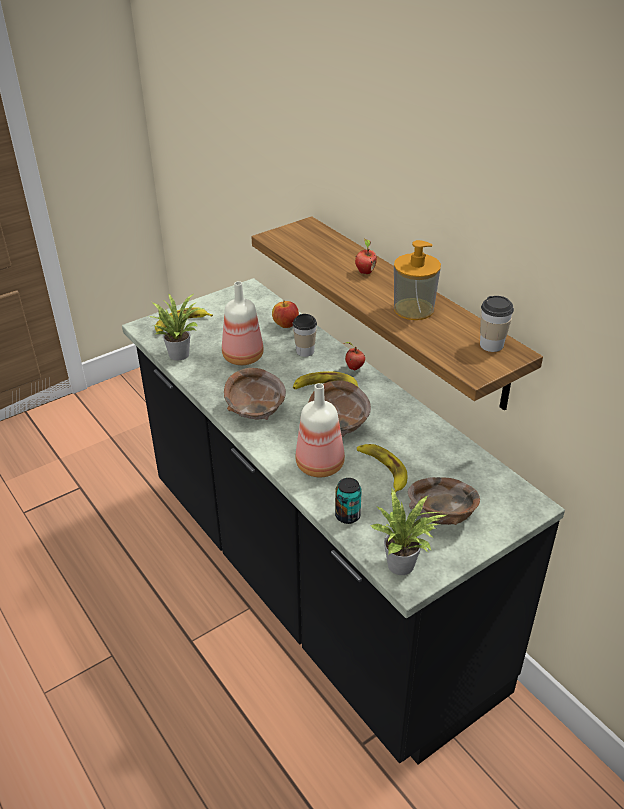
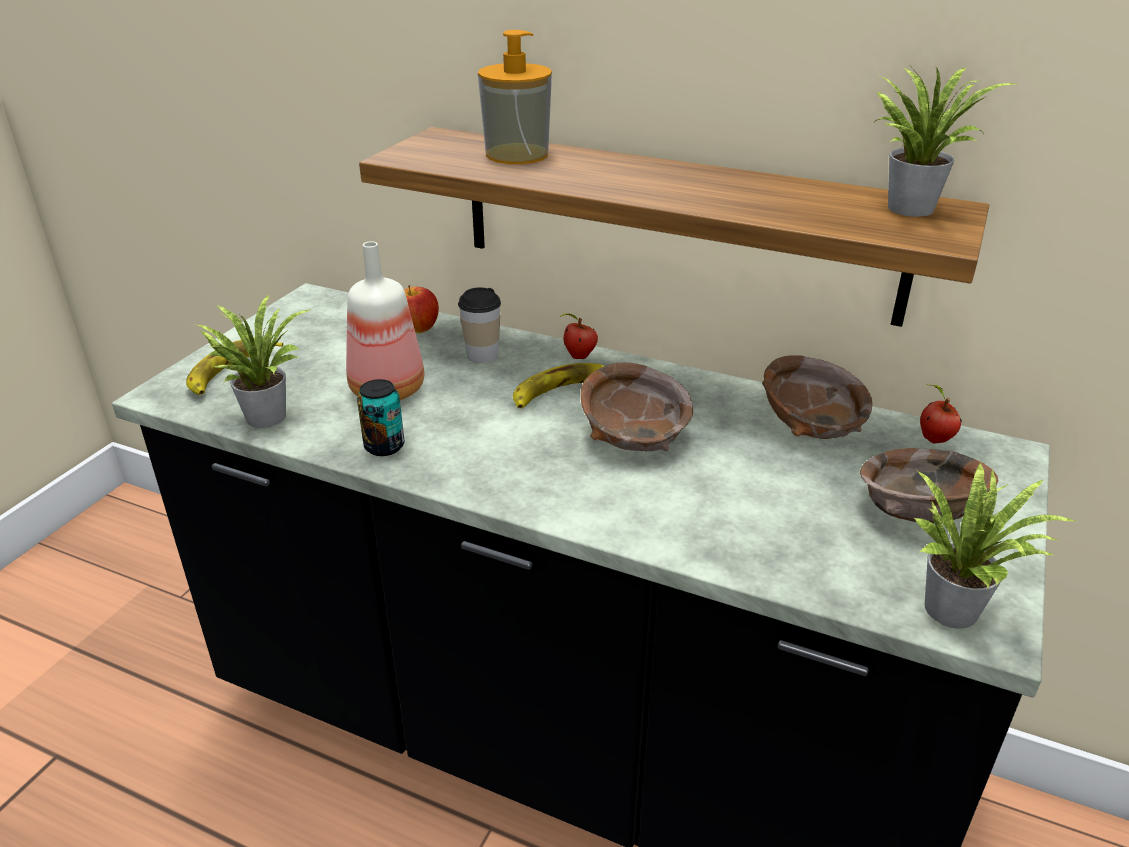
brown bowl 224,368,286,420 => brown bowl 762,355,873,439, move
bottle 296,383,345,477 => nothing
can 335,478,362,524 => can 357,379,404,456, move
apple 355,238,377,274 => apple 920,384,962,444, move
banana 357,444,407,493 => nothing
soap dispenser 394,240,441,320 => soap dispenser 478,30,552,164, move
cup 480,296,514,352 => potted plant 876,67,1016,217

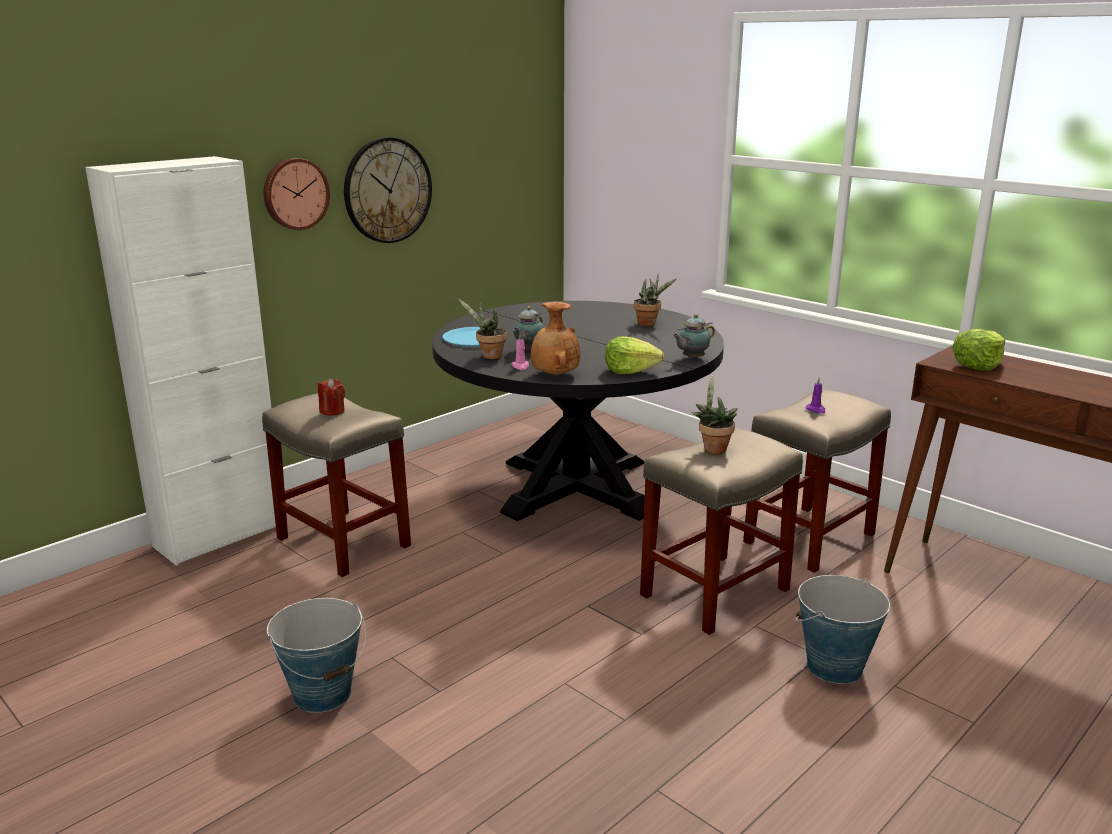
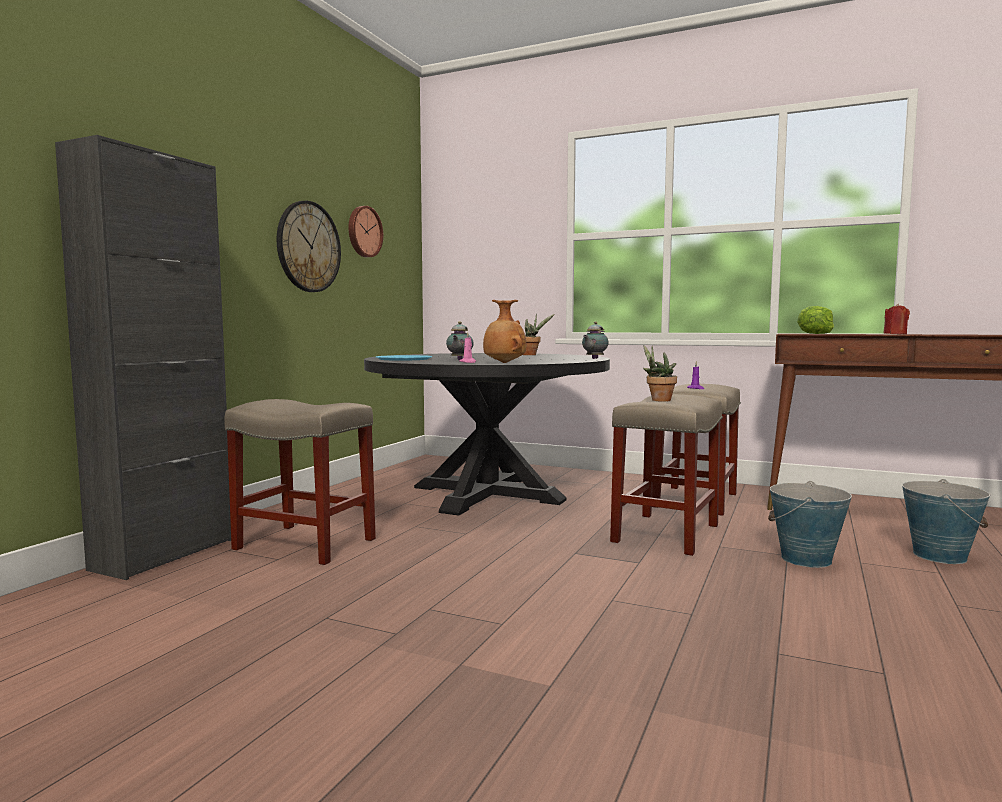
white cabinet 85,156,276,566 => black cabinet 55,135,231,580
wall clock 263,158,330,230 => wall clock 348,206,383,257, move
bucket 267,598,366,713 => bucket 902,479,990,564, move
red candle 318,378,345,416 => red candle 883,304,910,334, move
potted plant 458,299,507,359 => nothing
lettuce 605,336,664,374 => nothing

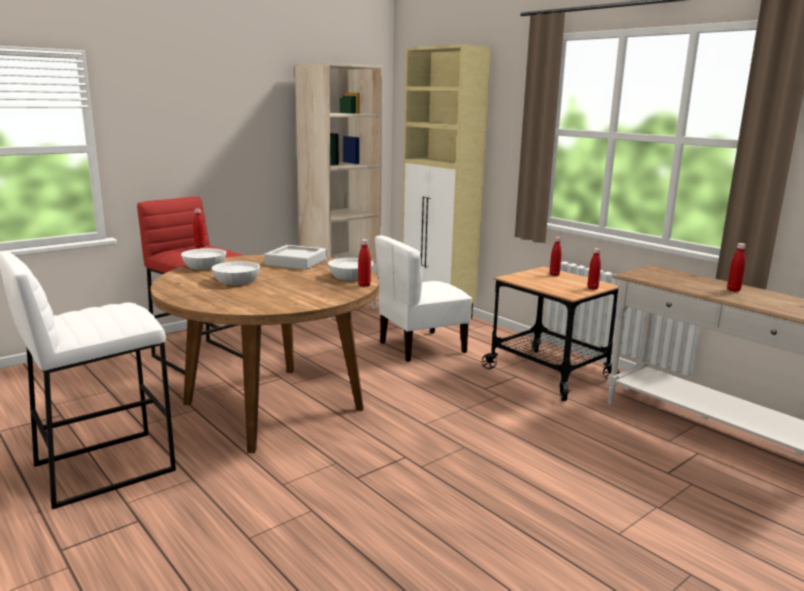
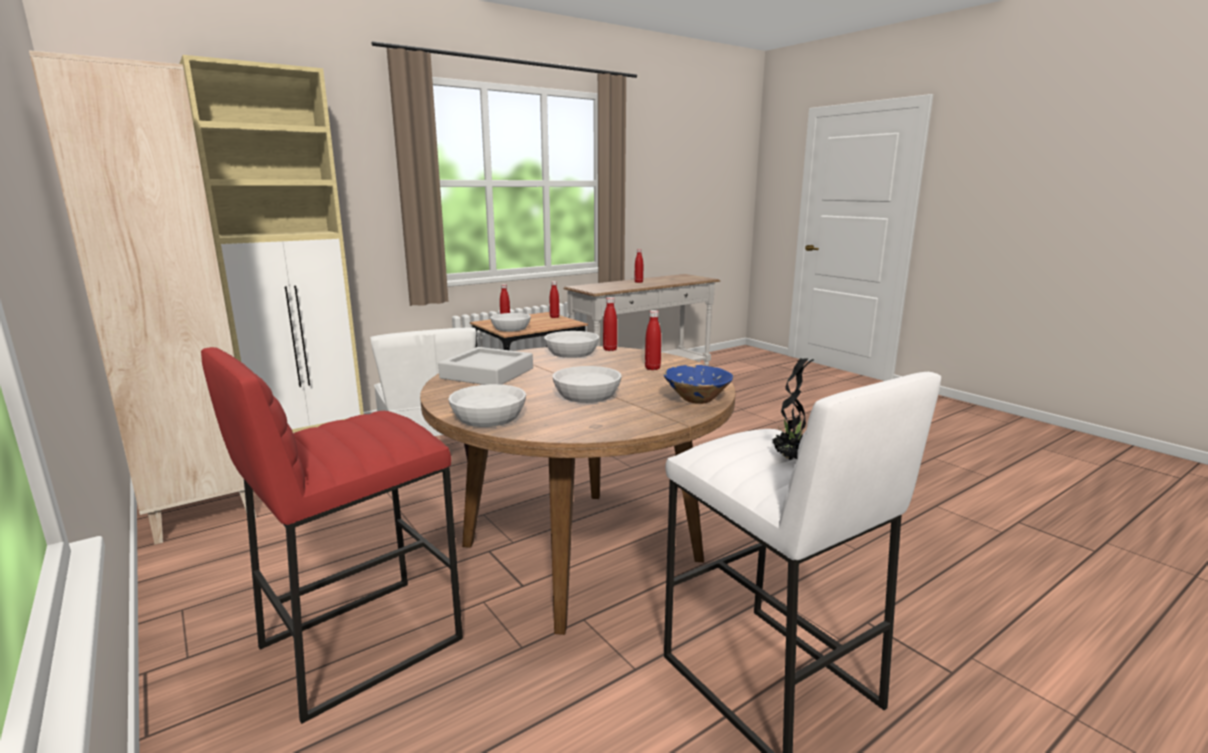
red bottle 193,209,205,248 => red bottle 645,310,661,370, move
nothing => white bowl 490,313,531,332
nothing => blue bowl 663,365,733,404
nothing => potted plant 772,358,814,460

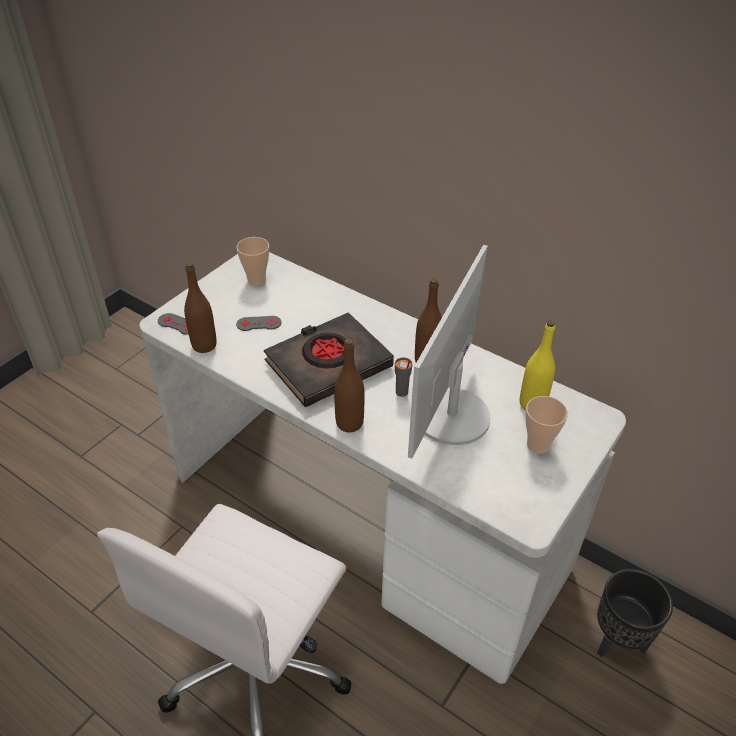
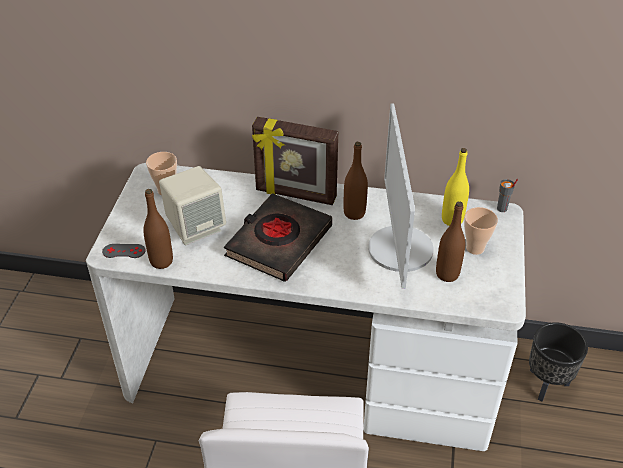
grey game controller 236,316,282,331 => beige speaker 159,166,226,245
brown bottle 334,339,365,432 => brown bottle 436,202,465,282, move
grey cup 395,357,412,397 => grey cup 497,178,518,212, move
nothing => picture frame 252,117,338,205

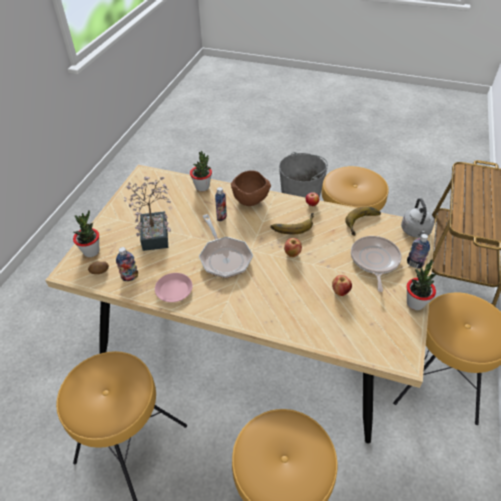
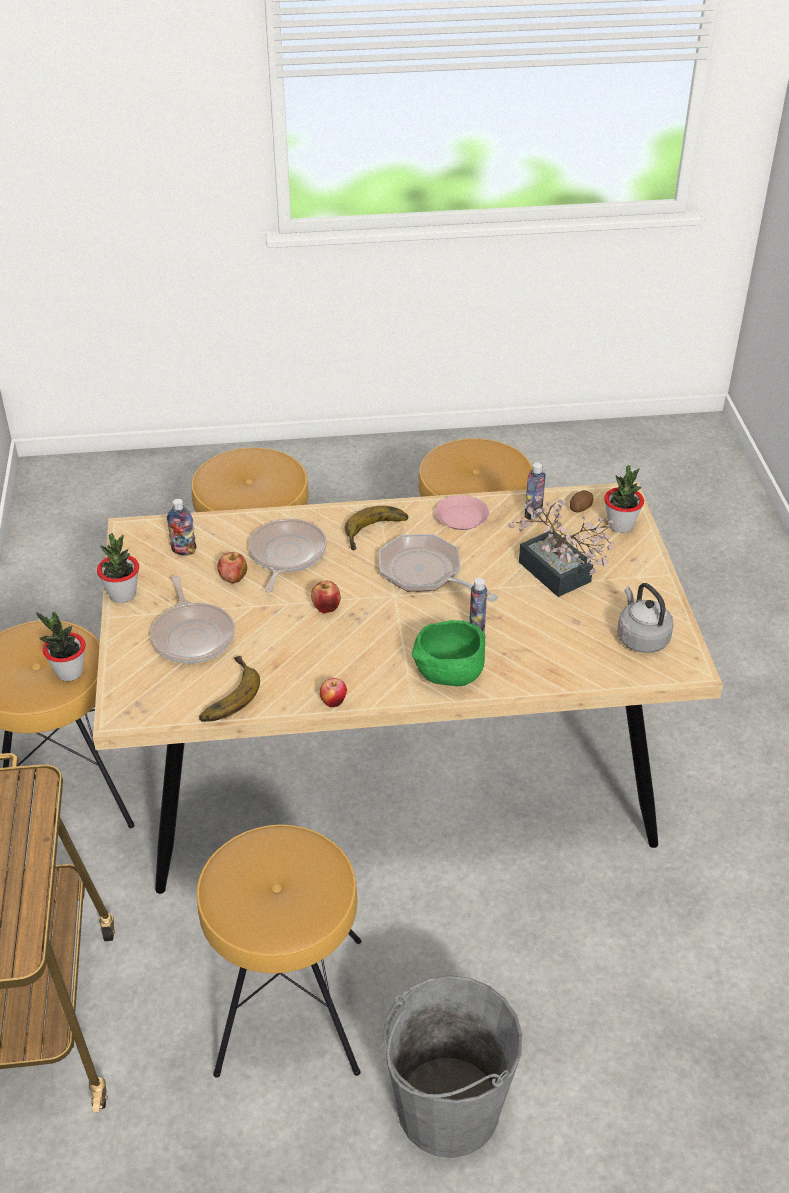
potted plant 190,151,212,191 => potted plant 36,612,86,681, move
brown bowl 231,170,271,206 => green bowl 412,620,486,686
banana 270,213,314,235 => banana 345,506,408,550, move
grey kettle 401,198,435,238 => grey kettle 617,583,674,653, move
bottle 407,234,430,269 => bottle 167,499,196,555, move
nothing => frying pan 249,519,327,593

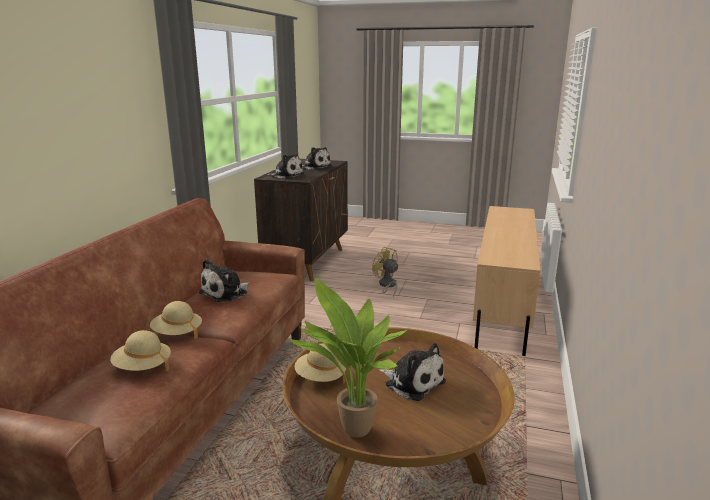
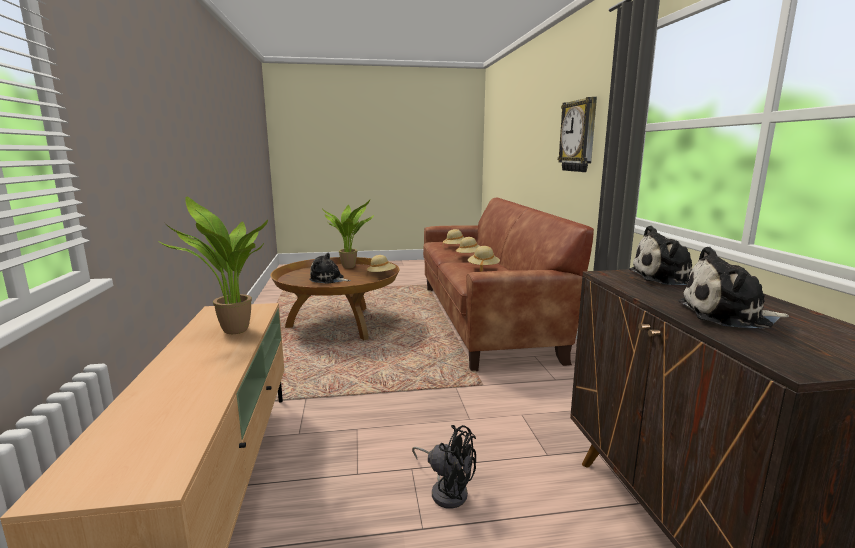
plush toy 199,259,250,302 => beige hat 468,246,500,272
yellow fan 372,247,399,297 => black fan 412,425,476,509
nothing => potted plant 157,196,268,334
nothing => wall clock 558,97,597,172

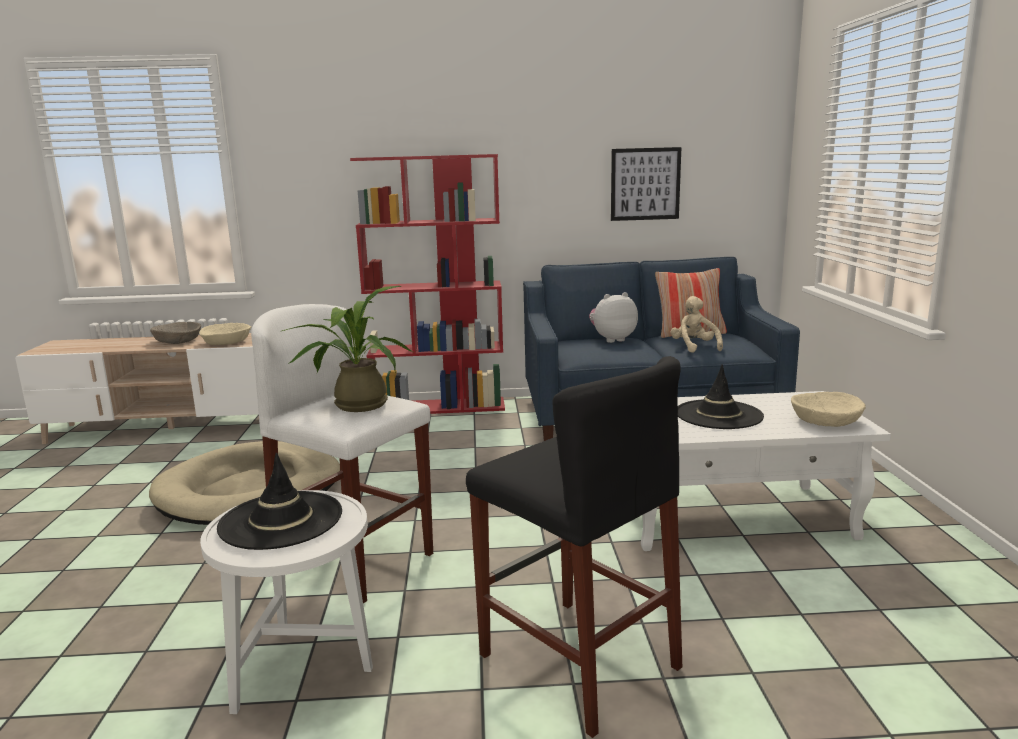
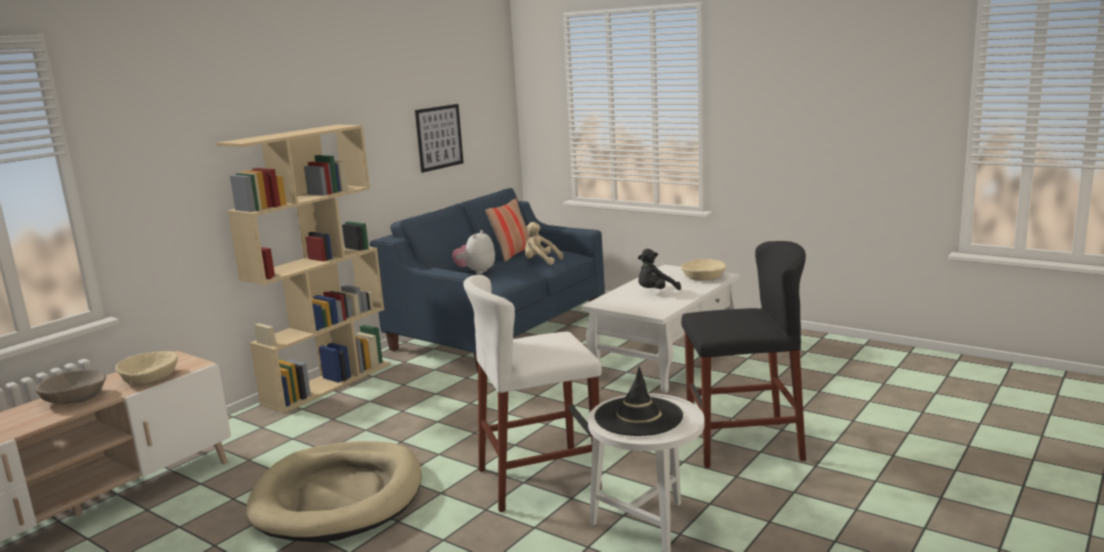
potted plant 280,286,413,412 => nothing
red bookcase 350,154,505,414 => beige bookcase 216,125,391,413
black hat 678,365,764,429 => black plush toy 638,249,681,290

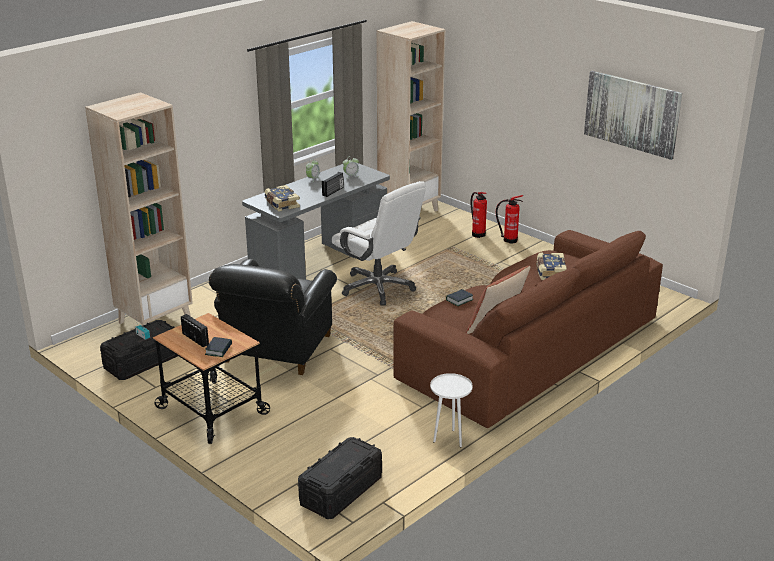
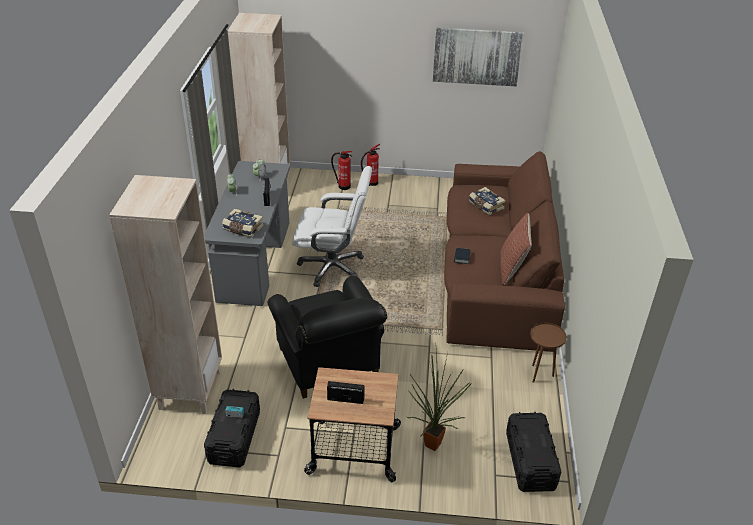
book 205,337,232,357 => nothing
white side table 430,373,473,447 => brown side table 530,323,567,383
nothing => potted plant 407,349,471,451

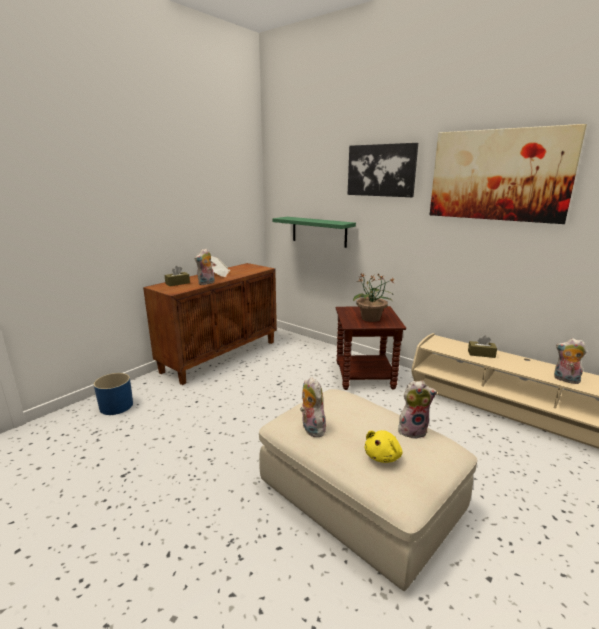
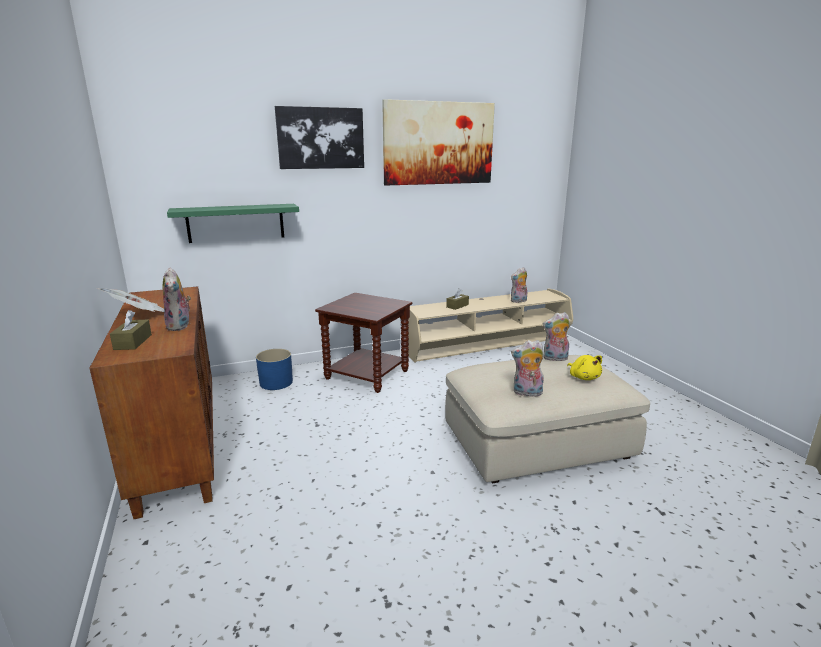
blue planter 94,373,133,415 => blue planter 256,349,293,390, move
potted plant 353,273,395,322 => nothing
plush toy 398,381,437,439 => plush toy 543,312,570,361, 120 degrees counterclockwise

